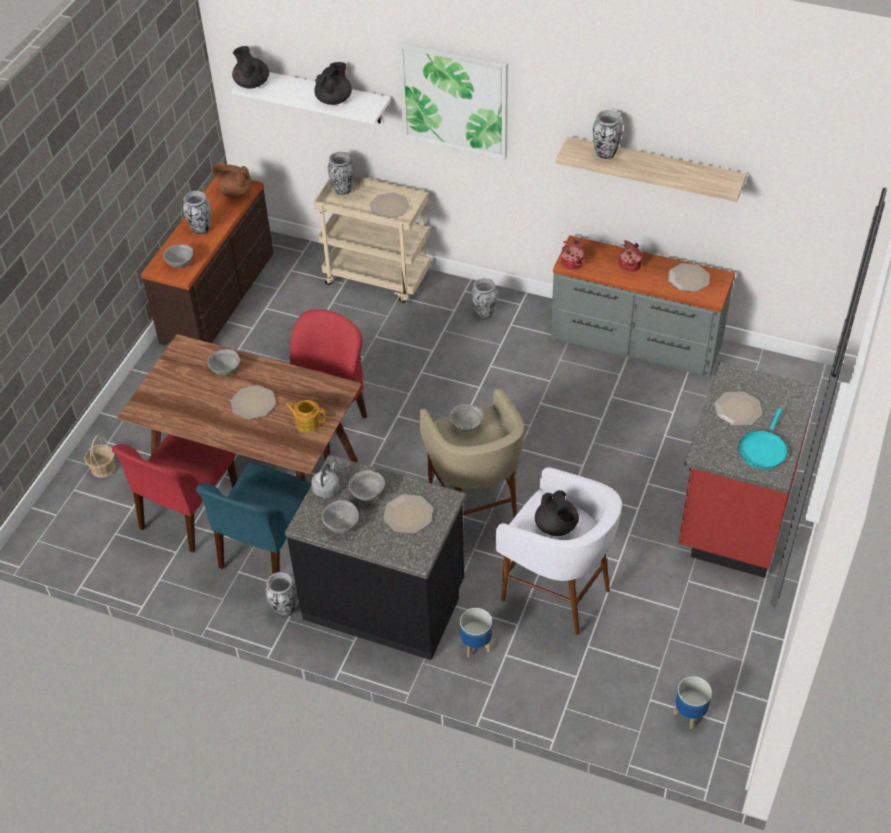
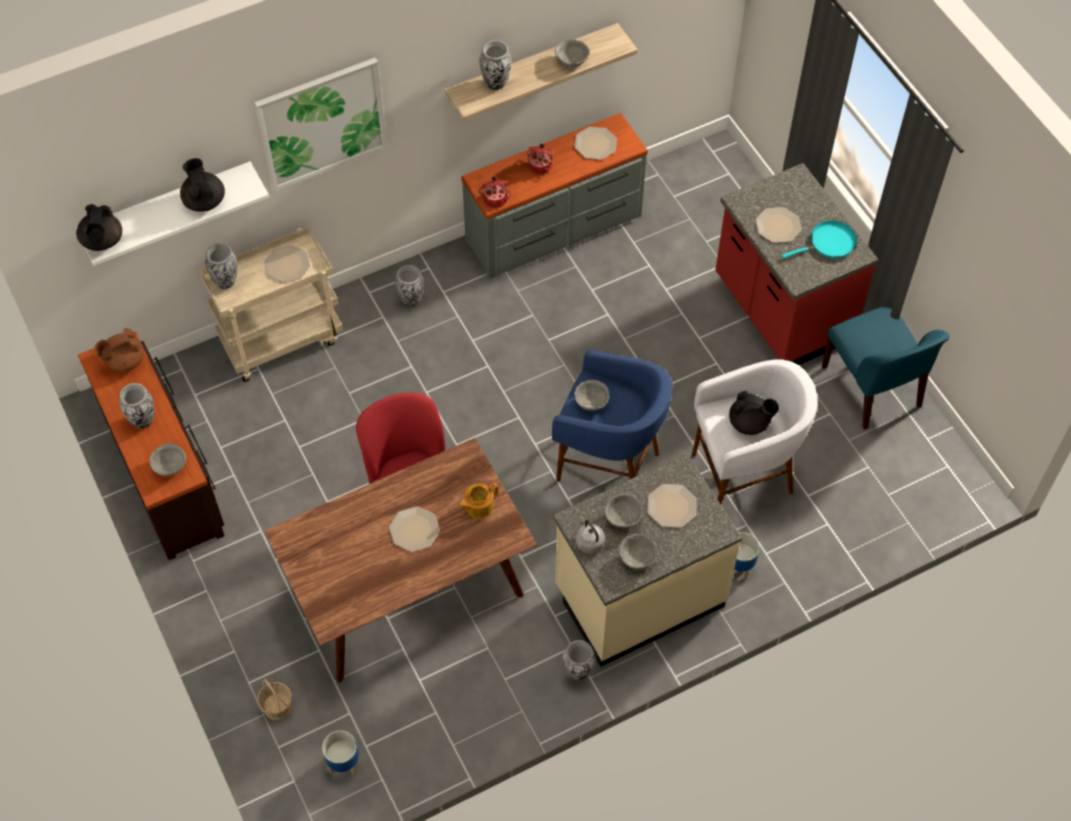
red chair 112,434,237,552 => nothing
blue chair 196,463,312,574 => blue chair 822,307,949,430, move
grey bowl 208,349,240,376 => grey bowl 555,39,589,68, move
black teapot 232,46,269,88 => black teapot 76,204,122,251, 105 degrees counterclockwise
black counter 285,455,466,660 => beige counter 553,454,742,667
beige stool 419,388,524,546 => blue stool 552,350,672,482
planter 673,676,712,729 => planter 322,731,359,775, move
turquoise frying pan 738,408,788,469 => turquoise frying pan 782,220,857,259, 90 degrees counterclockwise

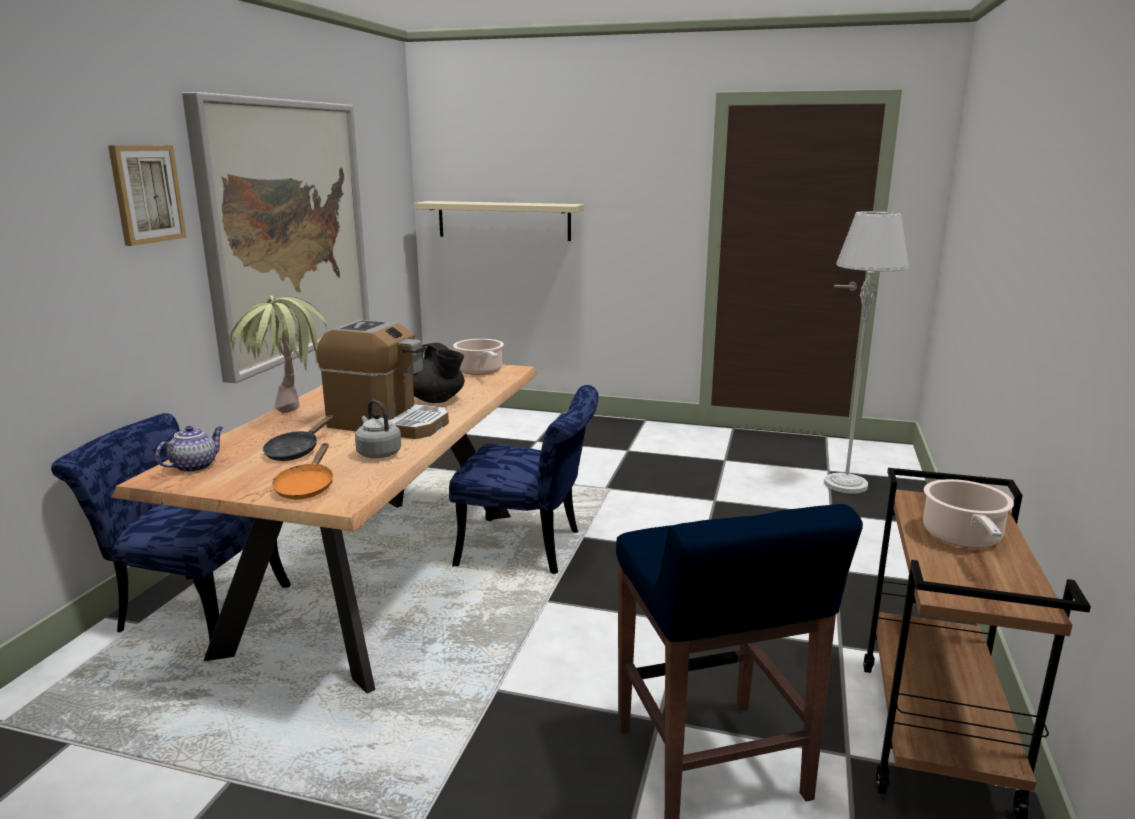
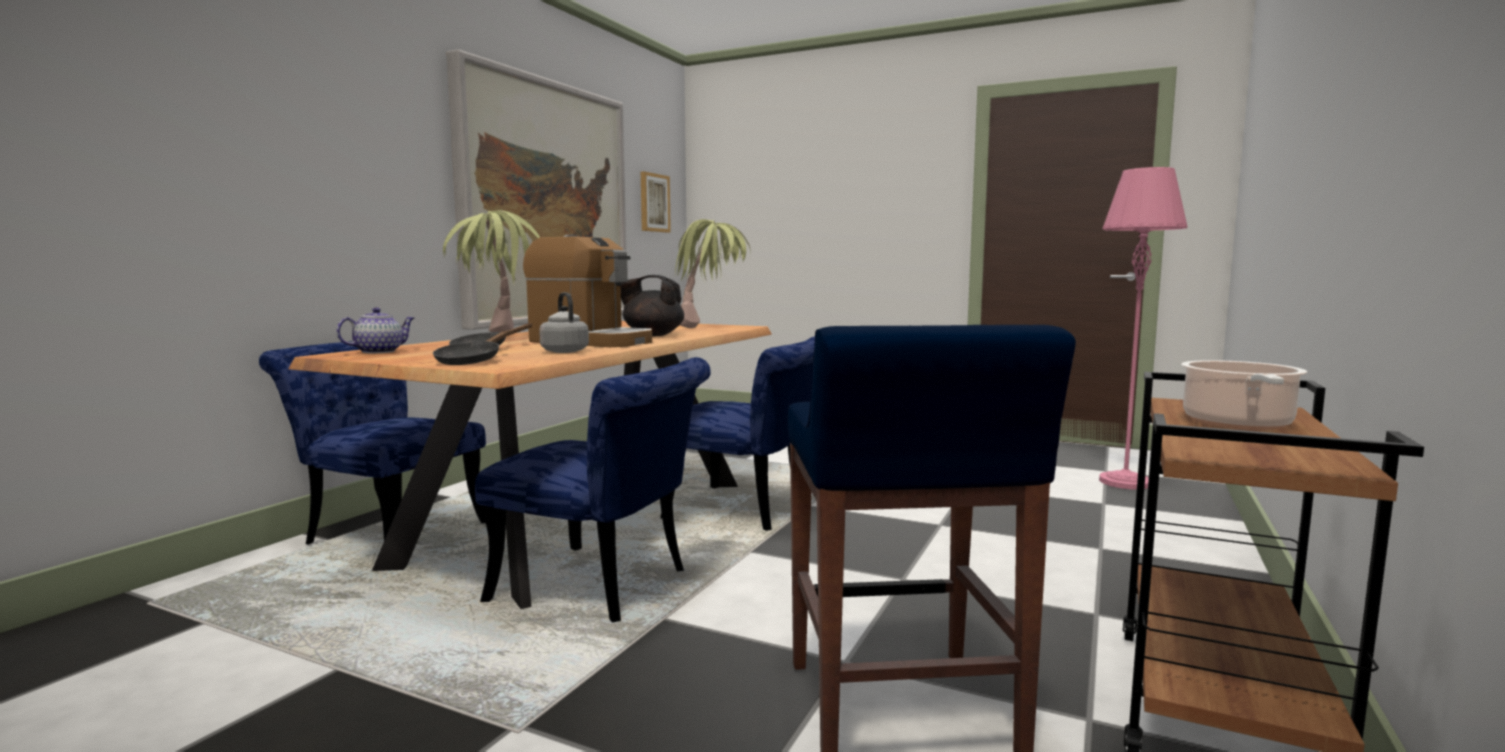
picture 108,145,187,246 => picture 641,171,671,232, move
orange frying pan 272,443,333,500 => black frying pan 433,330,509,365
black teapot 413,343,465,403 => black teapot 621,275,684,336, 135 degrees clockwise
beige shelf 414,201,584,241 => nothing
cooking pot 453,339,504,375 => potted plant 675,219,751,328
grey floor lamp 824,211,909,494 => pink floor lamp 1099,167,1188,490
nothing => blue chair 475,357,711,623

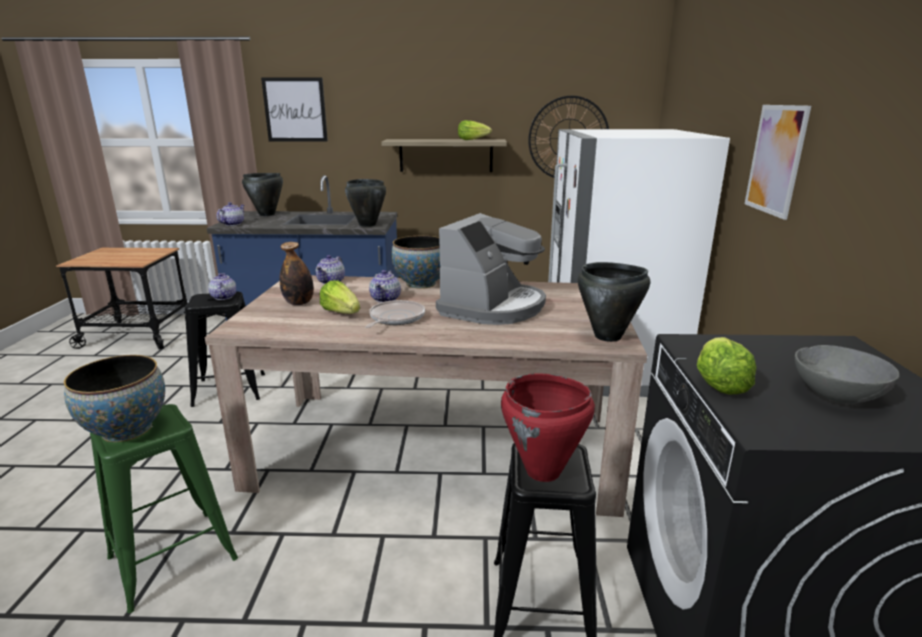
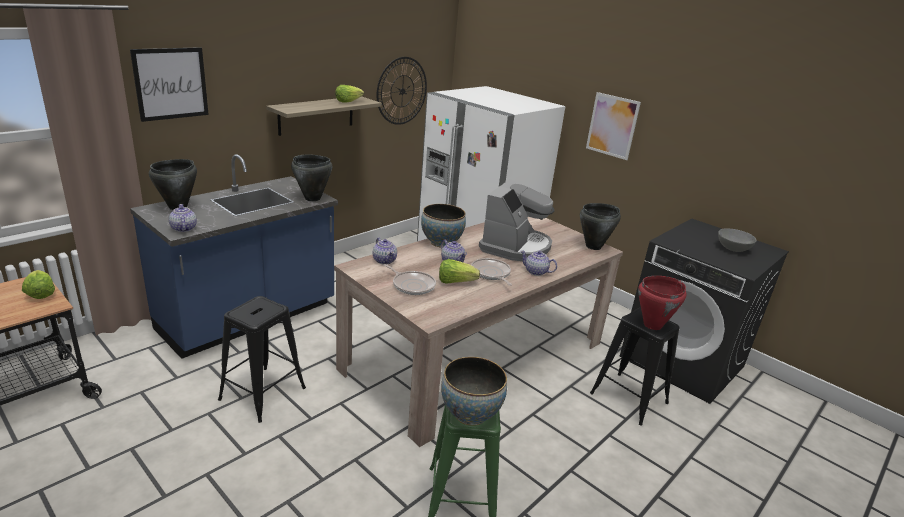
teapot 208,273,236,300 => teapot 520,251,557,276, move
bottle 280,242,314,305 => frying pan 384,264,436,295
coffee machine 436,213,546,325 => coffee machine 479,179,555,261, 45 degrees clockwise
lettuce 697,337,757,394 => lettuce 22,270,55,299, move

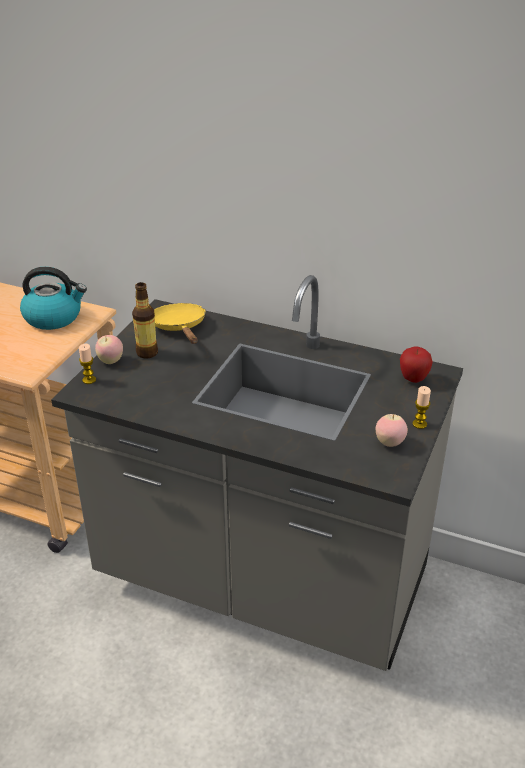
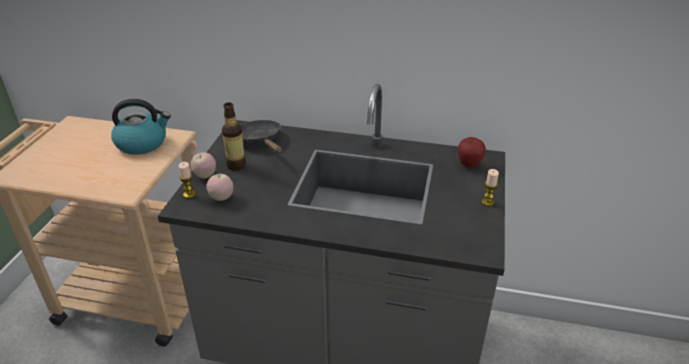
yellow frying pan 154,303,205,344 => black frying pan 240,120,282,153
apple 376,414,408,447 => apple 206,174,233,201, move

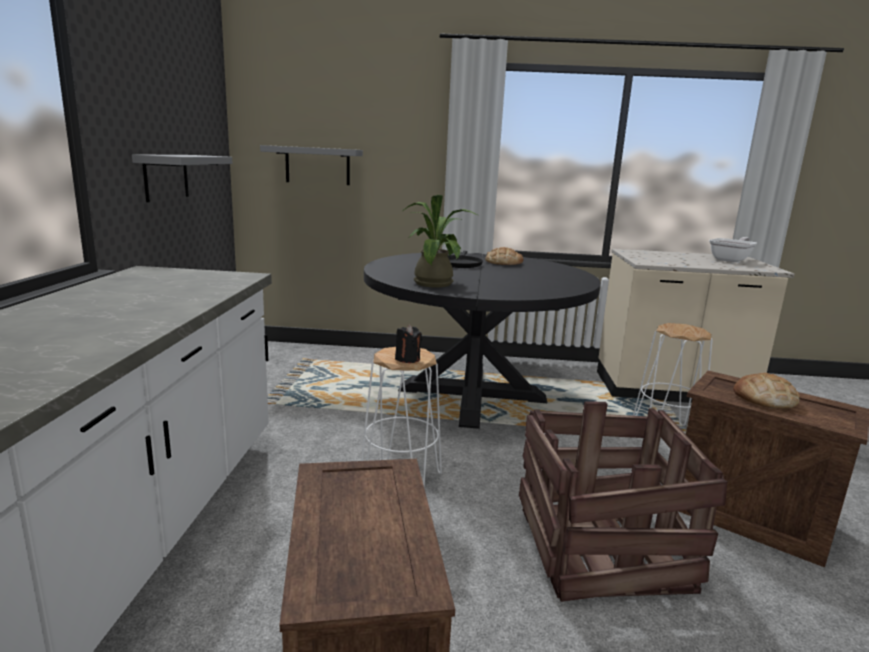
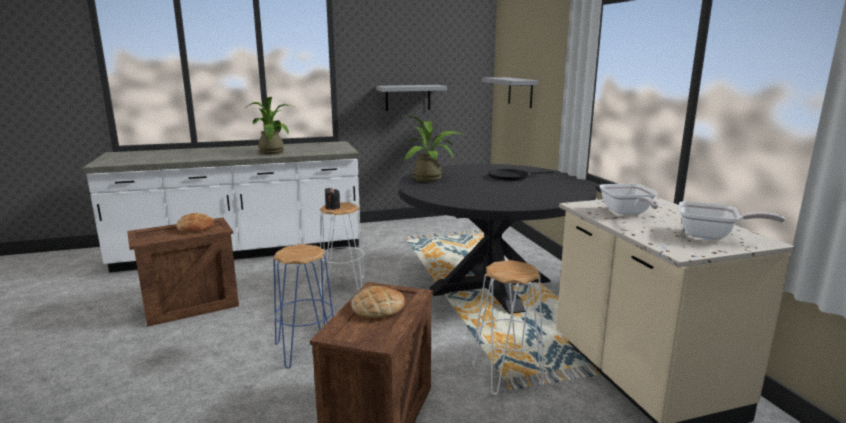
bread 485,247,524,265 => bread 176,213,214,232, move
crate 519,401,727,602 => blue stool 273,244,334,369
nothing => potted plant 244,97,294,154
nothing => frying pan 600,184,659,215

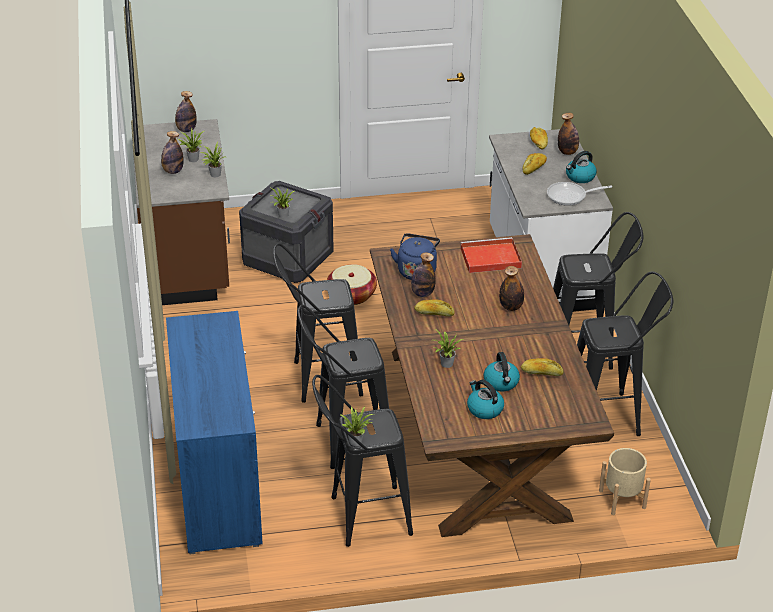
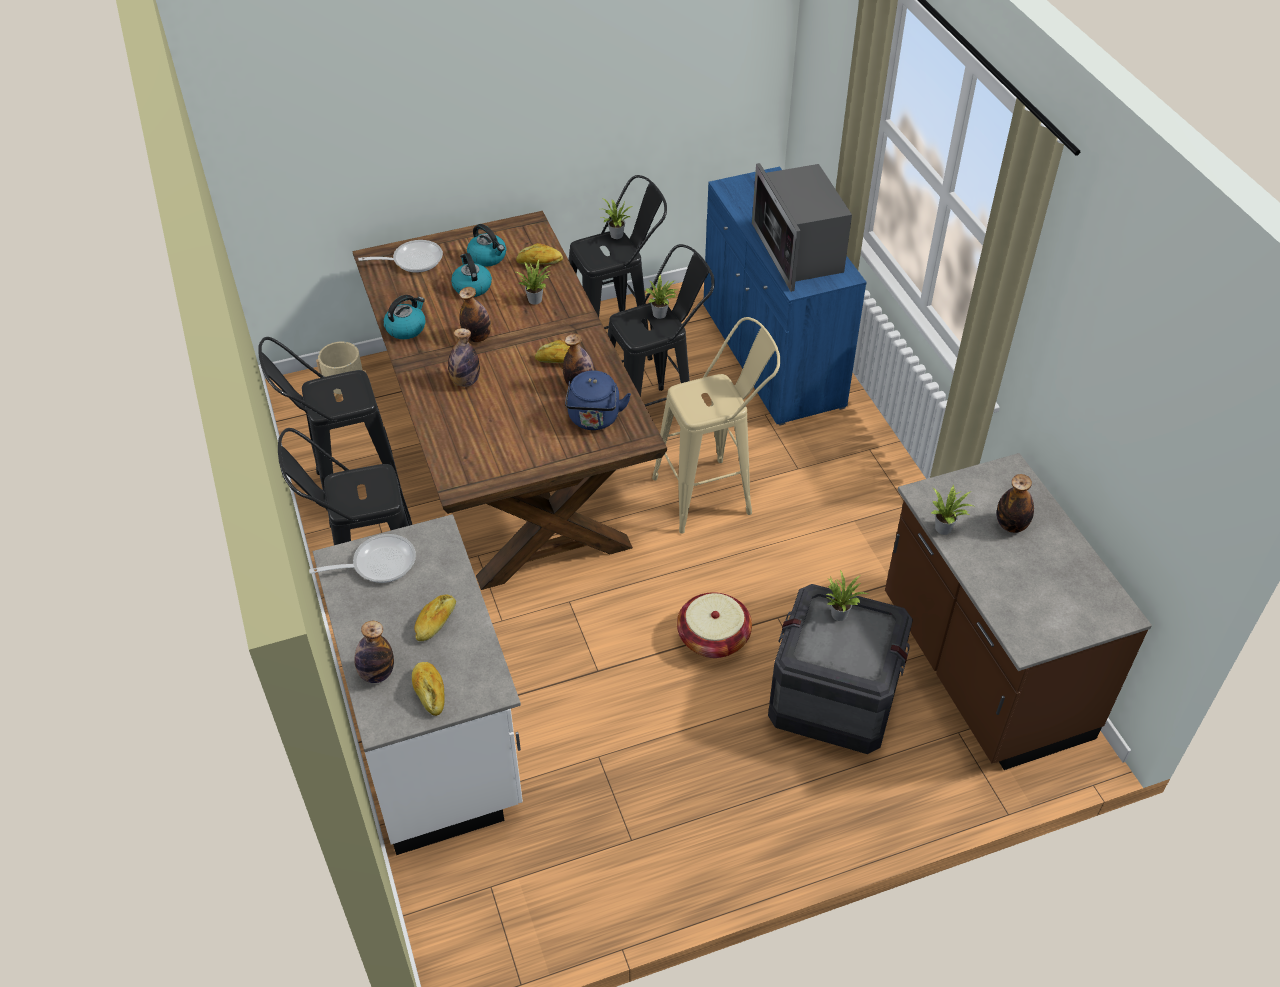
bottle 175,91,197,132 => bottle 459,287,491,342, move
potted plant 178,128,204,162 => potted plant 646,275,677,319, move
black stool 273,243,363,403 => beige stool 652,317,780,534
red tray 460,237,522,273 => nothing
bread 521,358,563,376 => bread 516,243,563,265, move
kettle 566,151,597,183 => kettle 384,295,425,339, move
nothing => frying pan 358,240,443,273
nothing => microwave 752,163,852,292

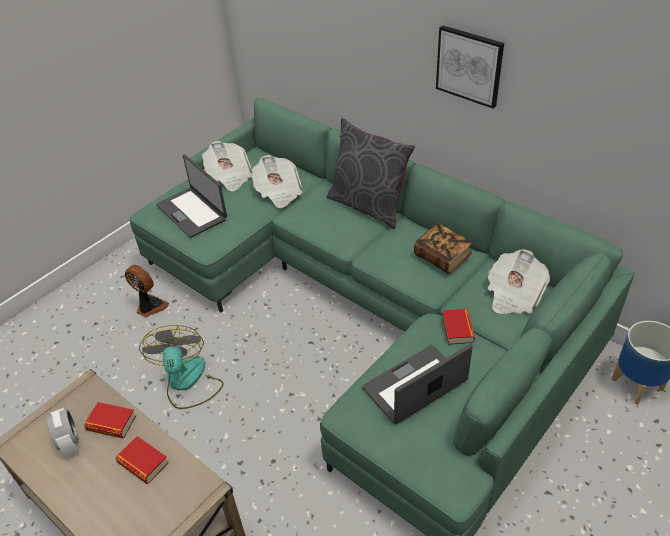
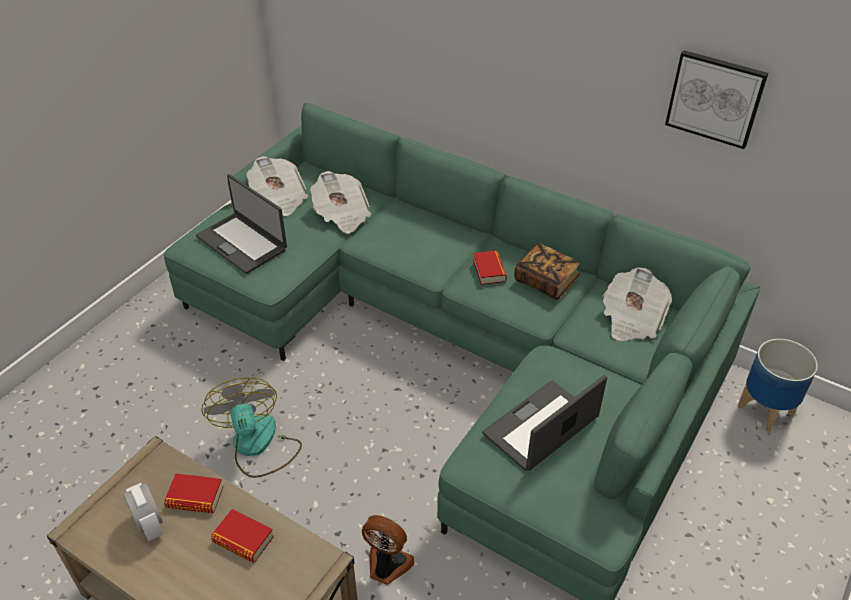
fan 125,265,169,317 => fan 362,515,415,585, move
grey pillow 327,118,415,229 => nothing
picture 436,25,504,108 => picture 665,50,768,149, move
book 442,309,475,345 => book 473,250,507,285, move

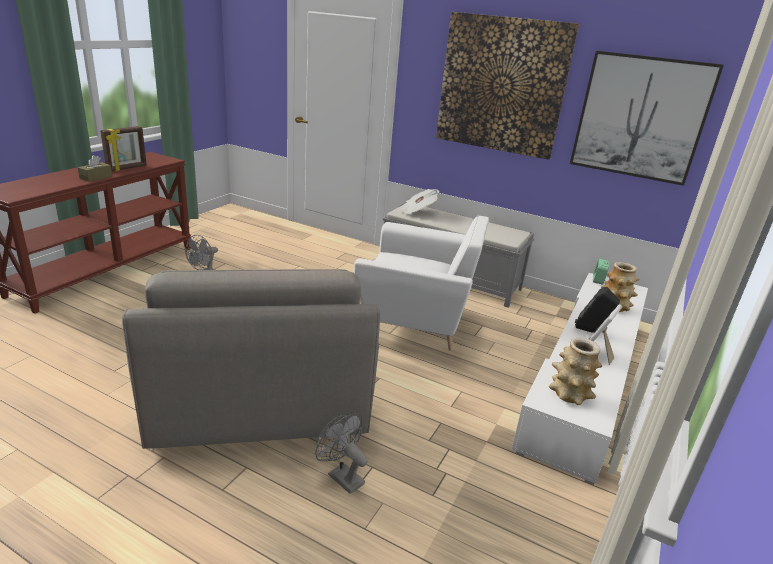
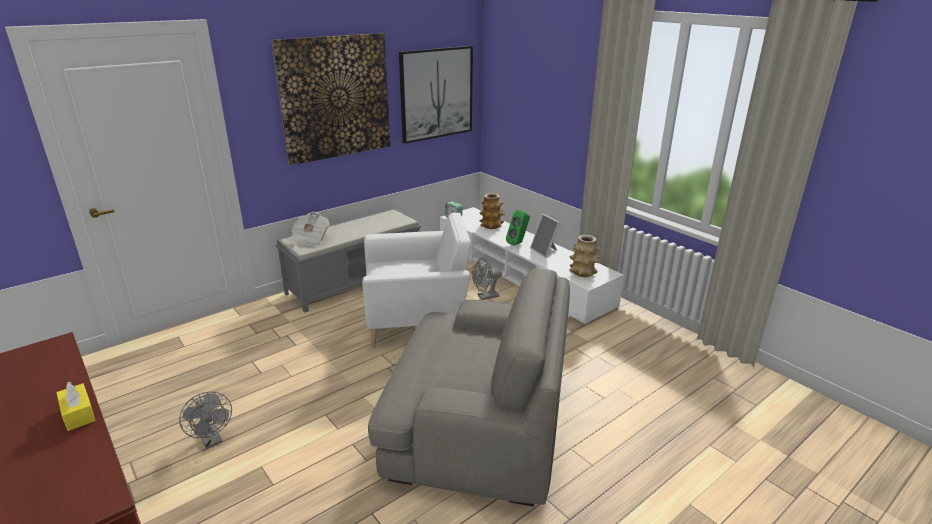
brown tissue box 78,155,112,182 => yellow tissue box 57,382,95,431
picture frame 100,126,147,171 => nothing
grey fan 316,413,368,494 => grey fan 472,258,502,300, move
white armchair 354,215,489,351 => white armchair 362,213,471,348, 45 degrees clockwise
black speaker 575,287,620,333 => green speaker 506,210,530,246

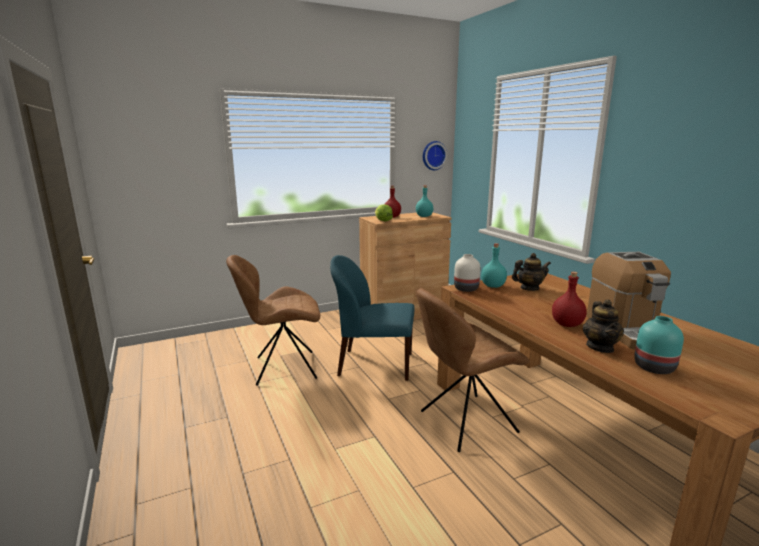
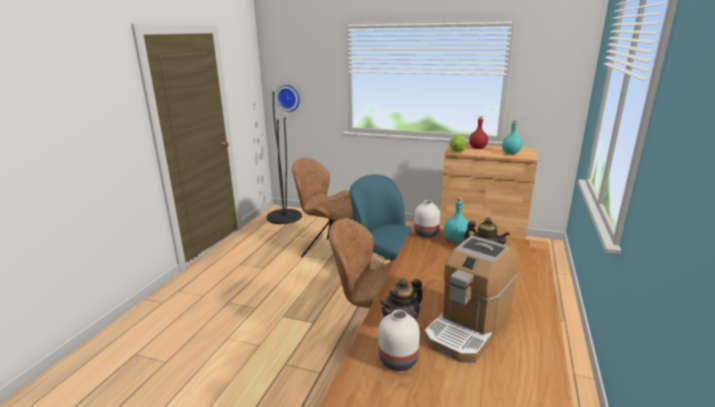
wall clock 423,141,447,170 => wall clock 276,85,300,112, move
red bottle 552,272,587,327 => nothing
turquoise vase 634,316,684,374 => white vase 378,310,420,371
nothing => black floor lamp 266,88,302,224

